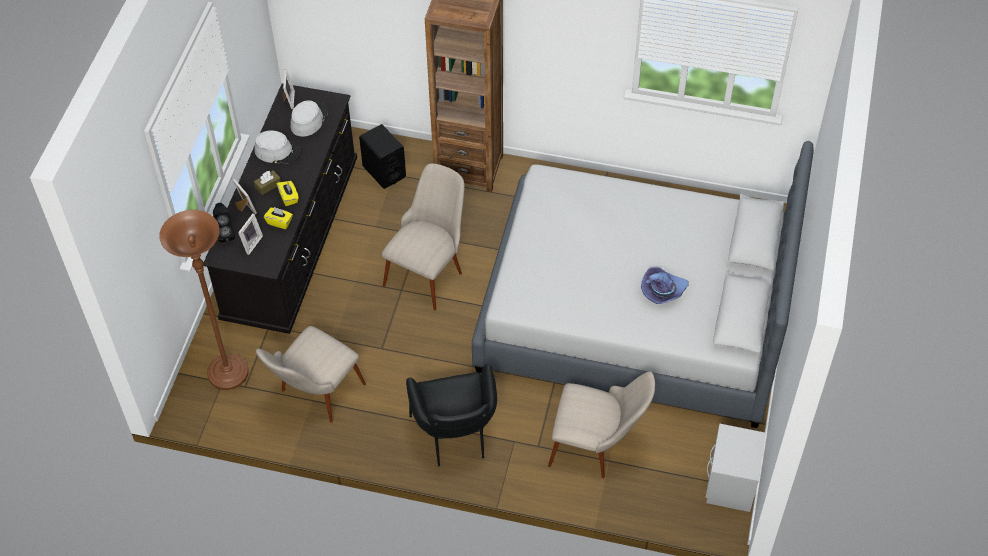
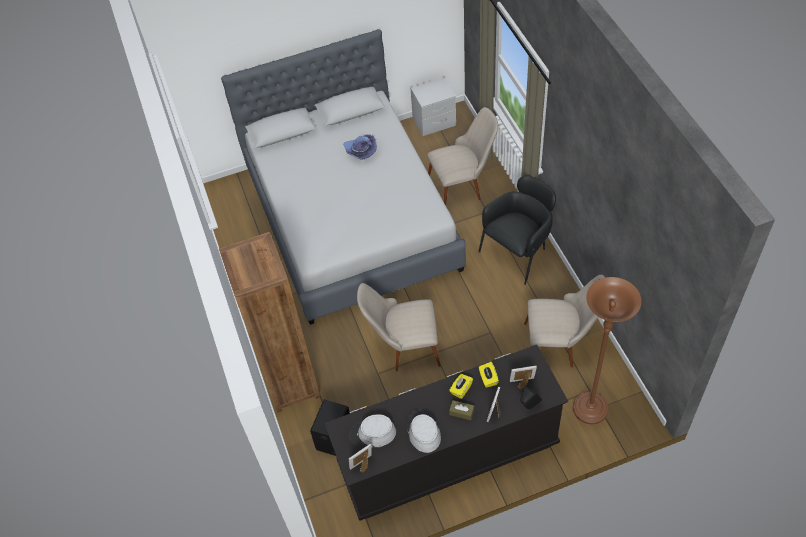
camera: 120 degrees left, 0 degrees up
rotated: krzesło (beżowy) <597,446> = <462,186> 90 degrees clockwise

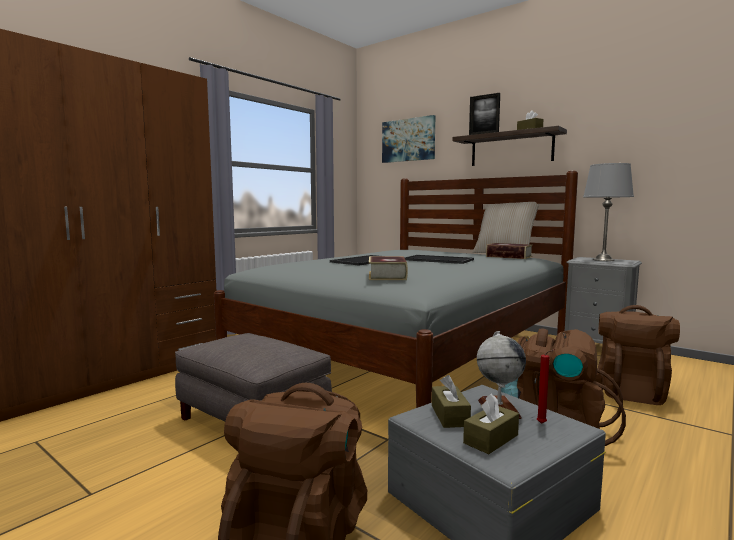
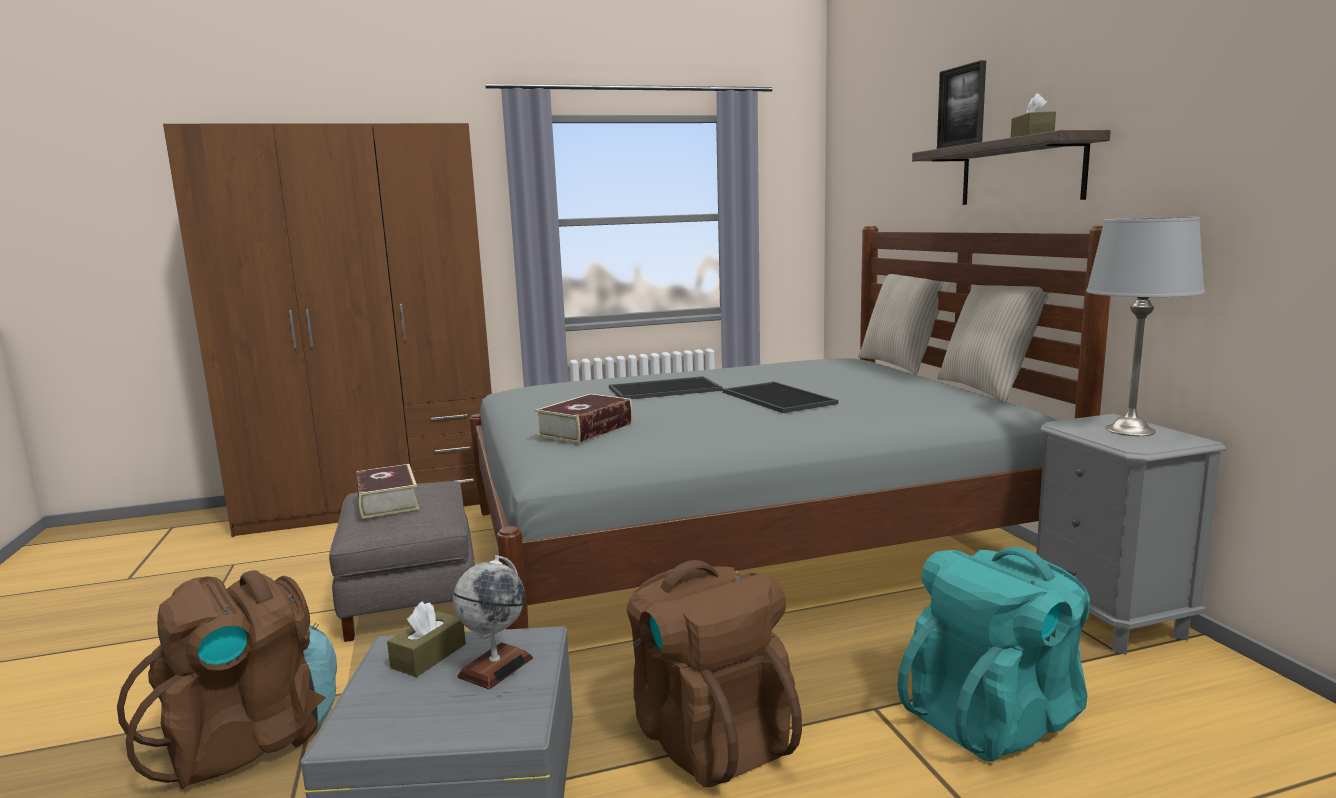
camera: 35 degrees right, 5 degrees up
gone: obraz <408,140>; świeca (czerwony) <543,424>; pudełko chusteczek (brązowy) <491,439>
new: poduszka (beżowy) <901,364>
shifted: książka <509,256> to <387,501>
repainted: plecak (brązowy) <631,390> to plecak (turkusowy) <994,717>

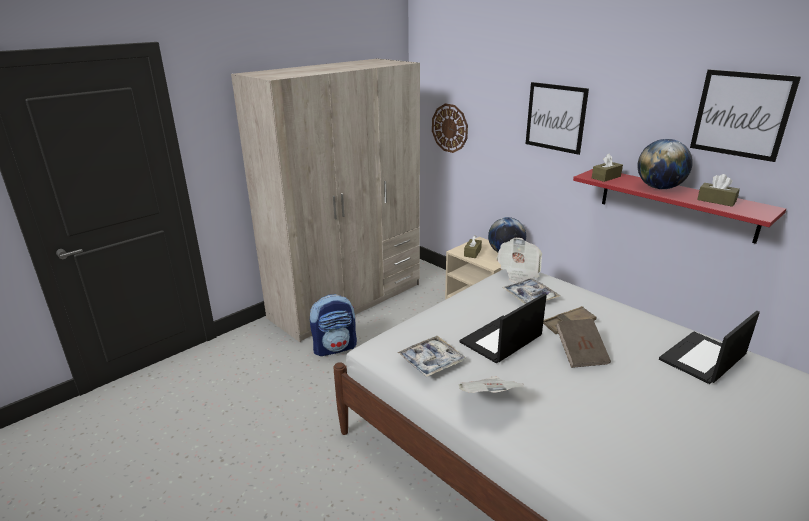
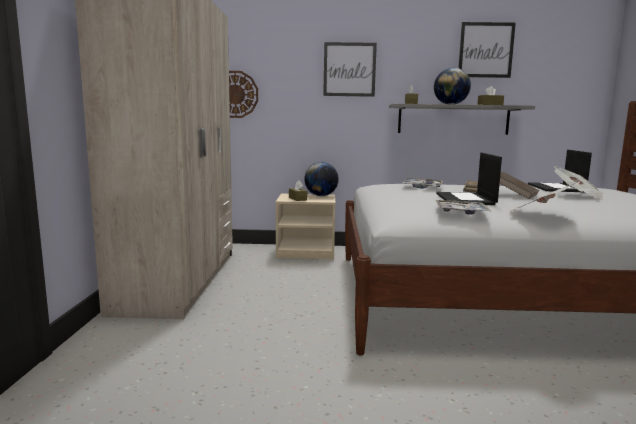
camera: 45 degrees left, 15 degrees down
gone: plecak <335,347>
shifted: gazeta <518,272> to <577,196>
repainted: półka (czerwony) <676,203> to półka (szary) <453,119>

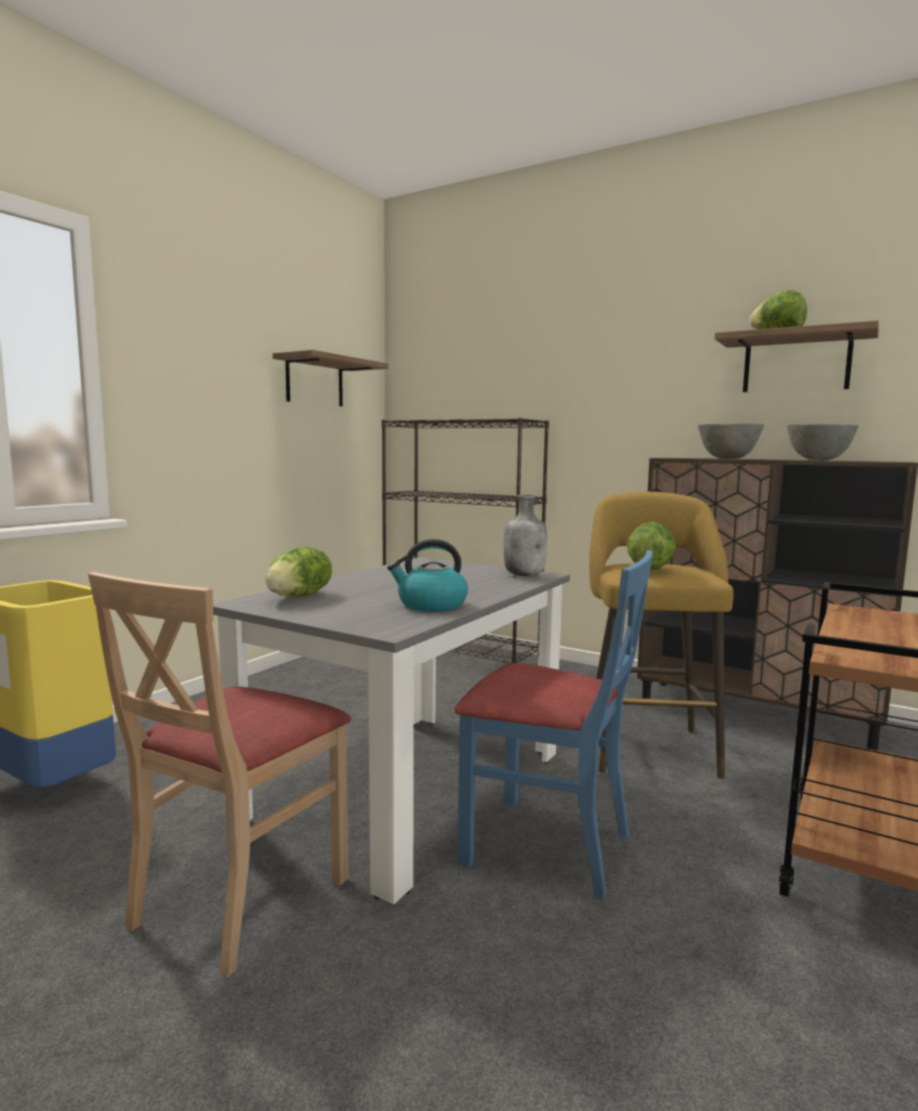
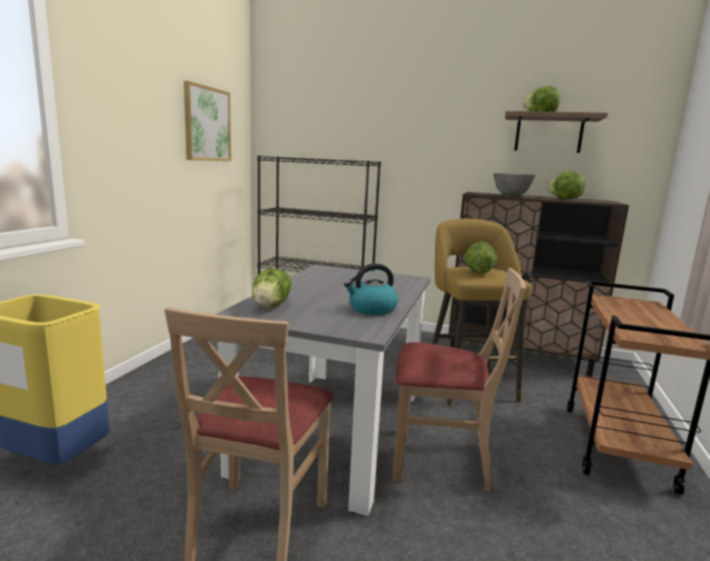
camera: 15 degrees left, 5 degrees up
gone: butelka (szary) <525,575>
swapped: półka <314,382> to obraz <207,124>; miska (szary) <819,460> to sałata <564,198>
repainted: krzesło (niebieski) <547,845> to krzesło (beżowy) <441,460>

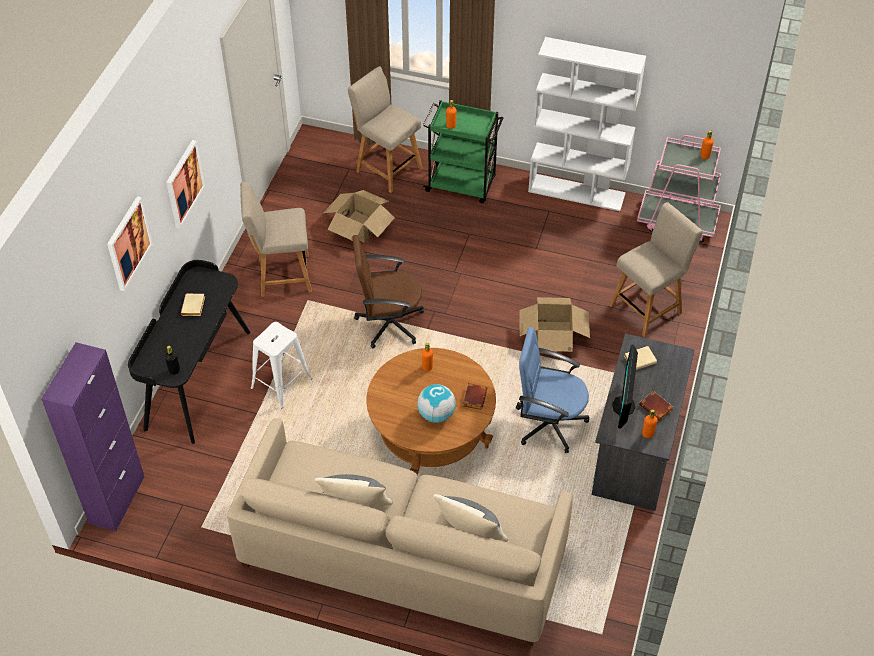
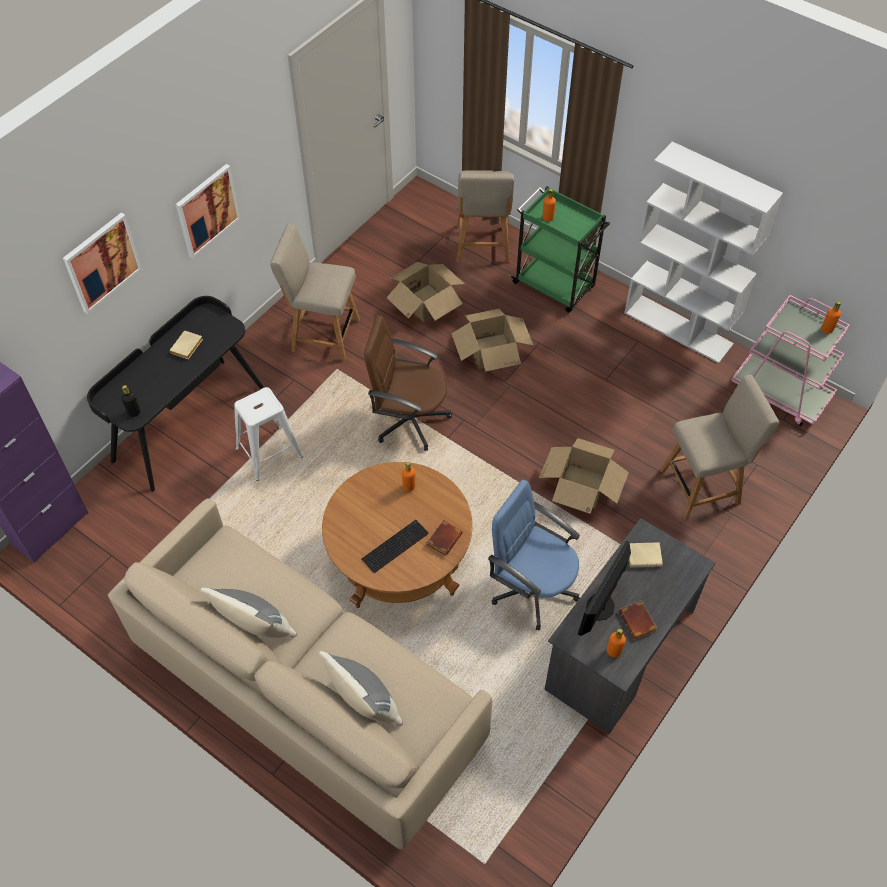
camera: 20 degrees right, 5 degrees up
new: karton <492,351>
swapped: globus <436,415> to klawiatura <393,546>
rotated: krzesło (beżowy) <386,168> = <483,246> 150 degrees counterclockwise

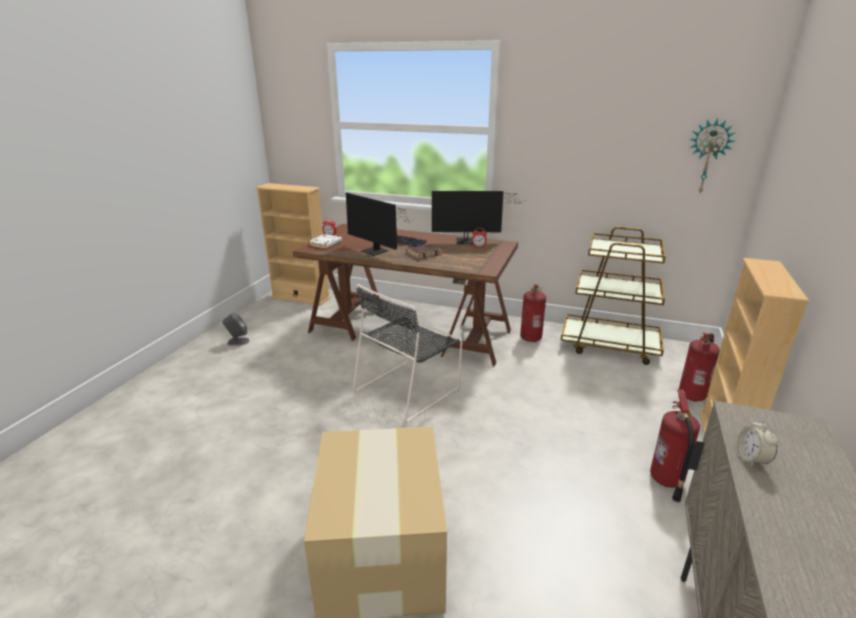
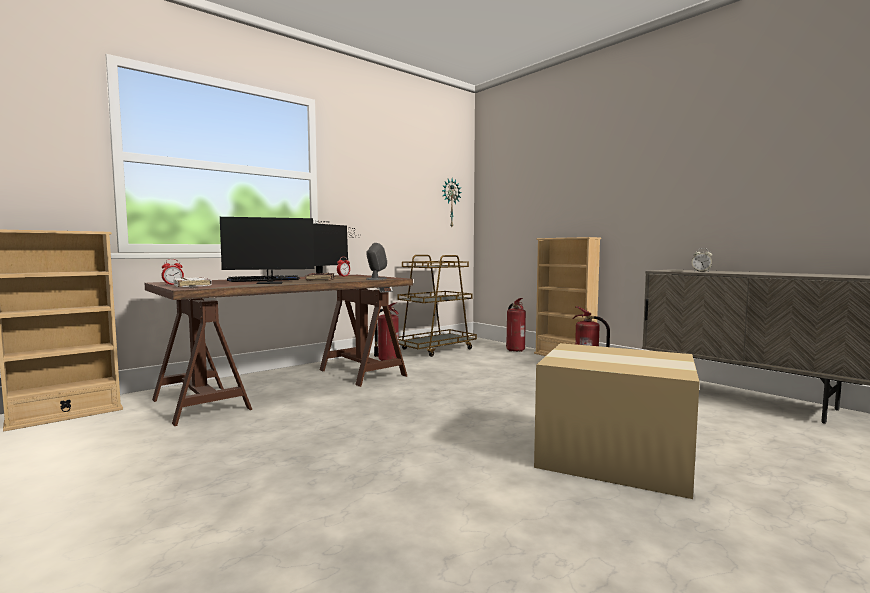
camera: 60 degrees left, 20 degrees down
gone: krzesło (czarny) <409,388>
shifted: głośnik (szary) <237,341> to <376,279>

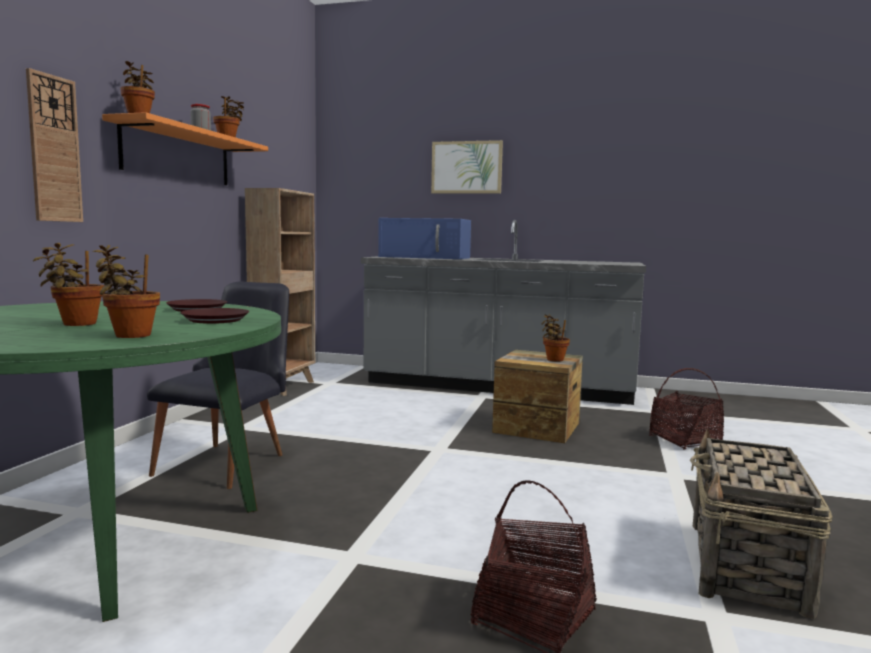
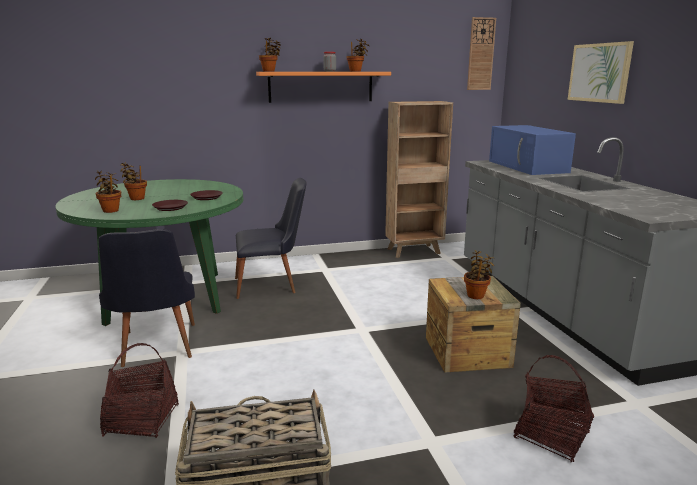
camera: 60 degrees right, 10 degrees up
new: krzesło (czarny) <156,349>
shifted: zegar ścienny <54,149> to <481,54>

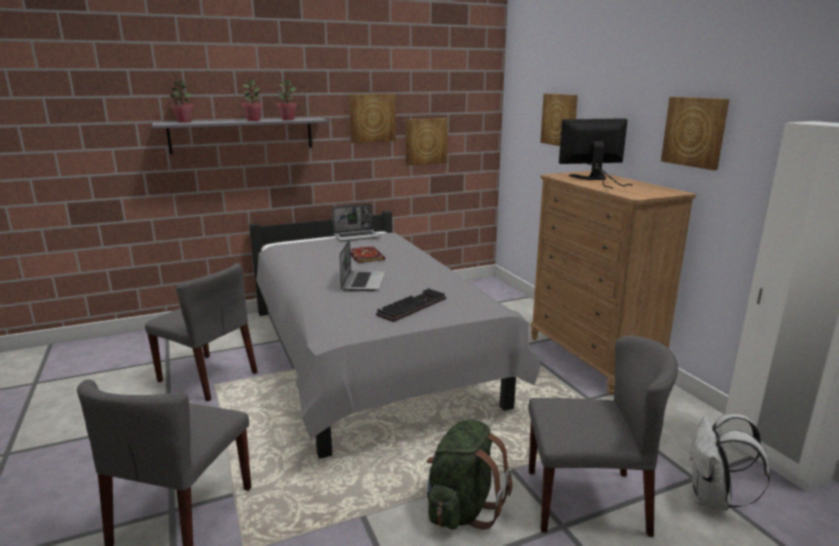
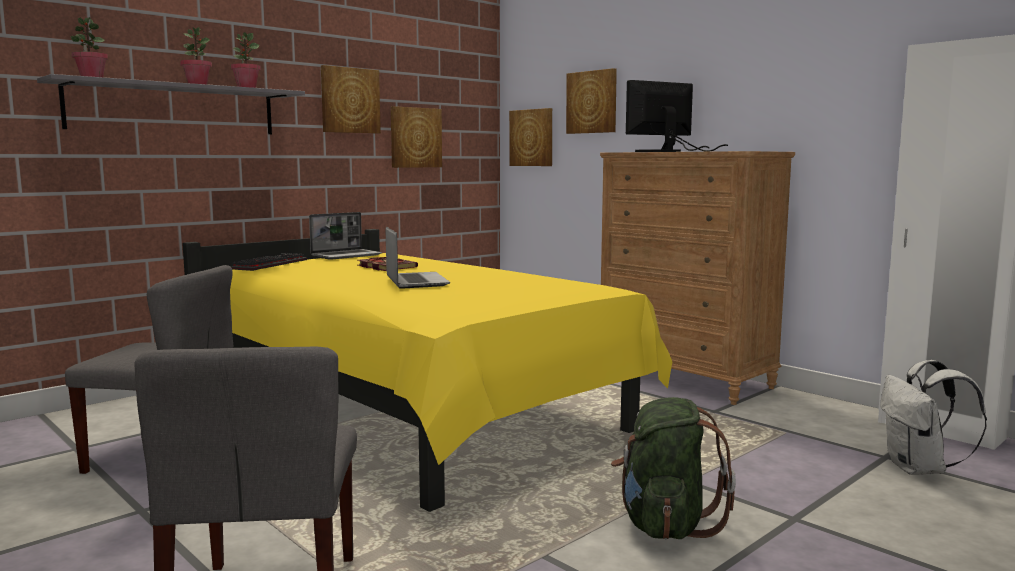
camera: 20 degrees left, 10 degrees down
gone: krzesło (szary) <587,500>
shifted: obraz <695,132> to <532,138>; klawiatura <412,306> to <270,264>
repainted: łóżko (szary) <369,359> to łóżko (żółty) <406,410>

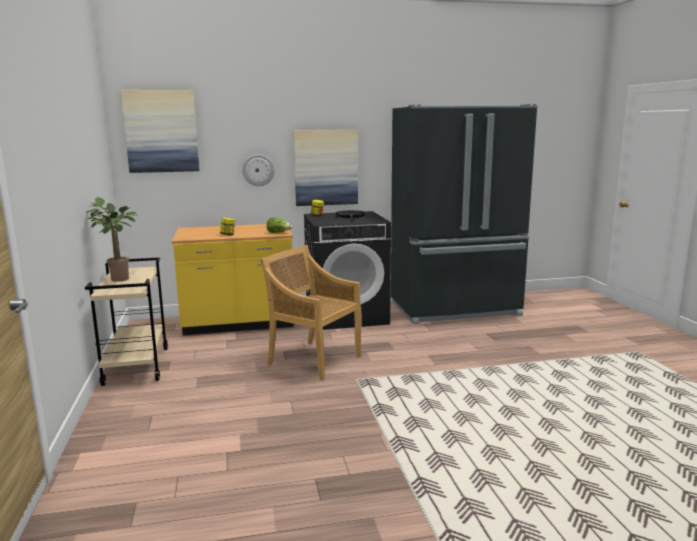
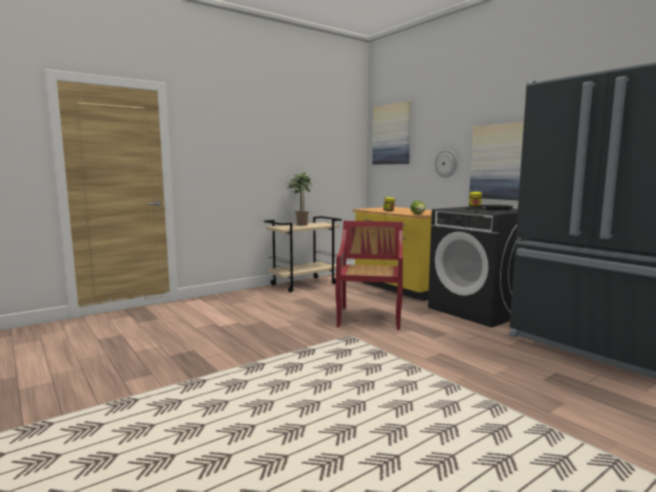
camera: 65 degrees right, 5 degrees down
repainted: krzesło (beżowy) <313,360> to krzesło (czerwony) <369,317>

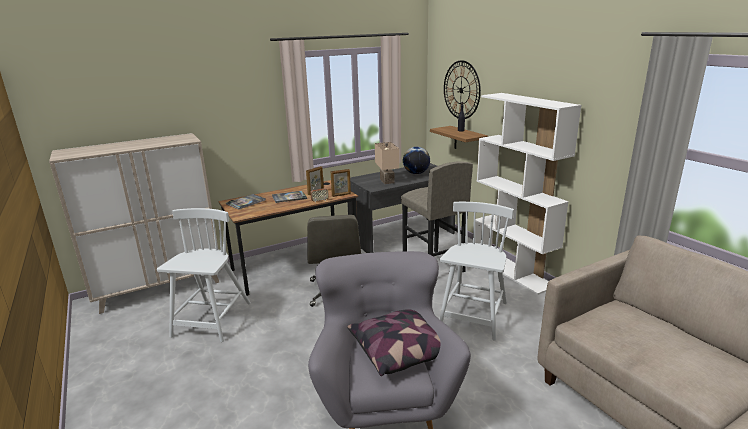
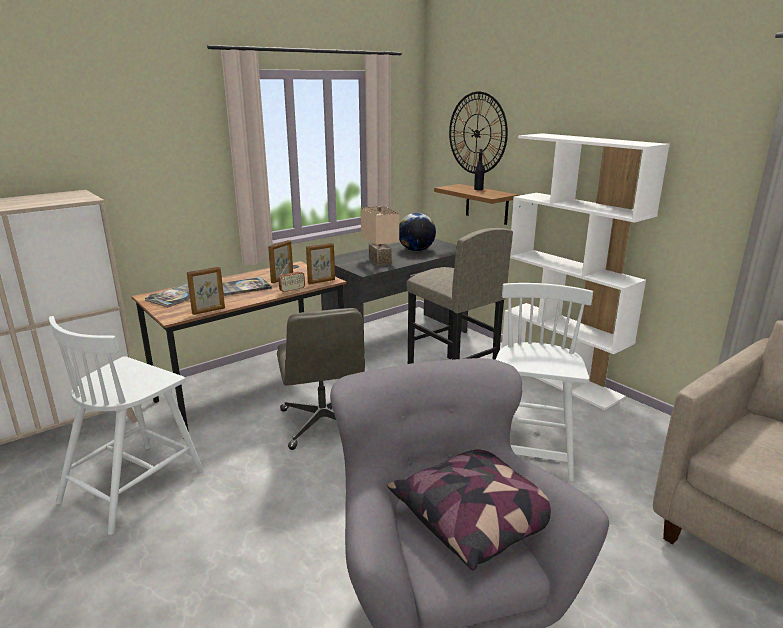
camera: 10 degrees left, 0 degrees up
new: ramka na zdjęcie <209,311>
rotated: krzesło (biały) <212,320> = <134,484> 150 degrees counterclockwise

